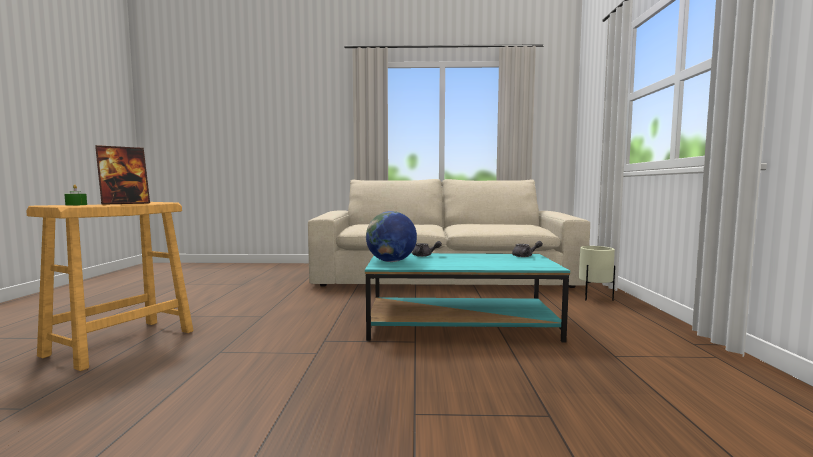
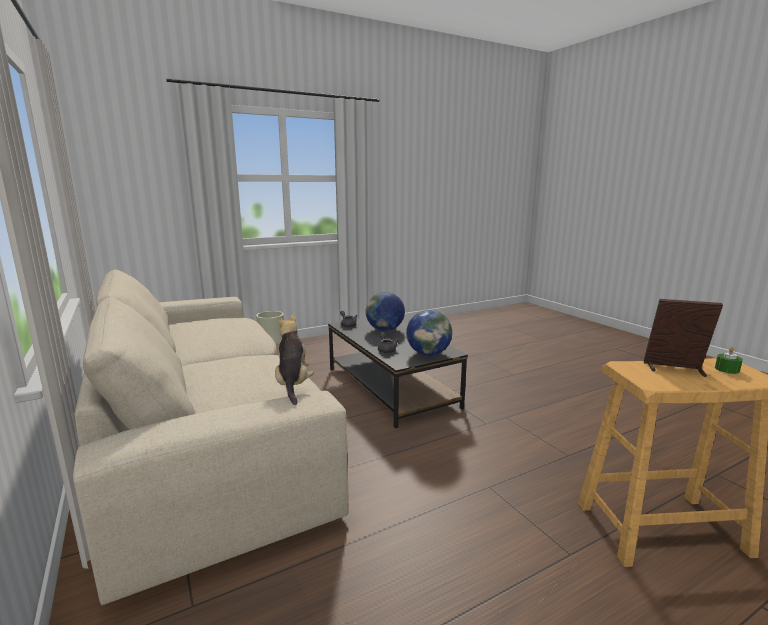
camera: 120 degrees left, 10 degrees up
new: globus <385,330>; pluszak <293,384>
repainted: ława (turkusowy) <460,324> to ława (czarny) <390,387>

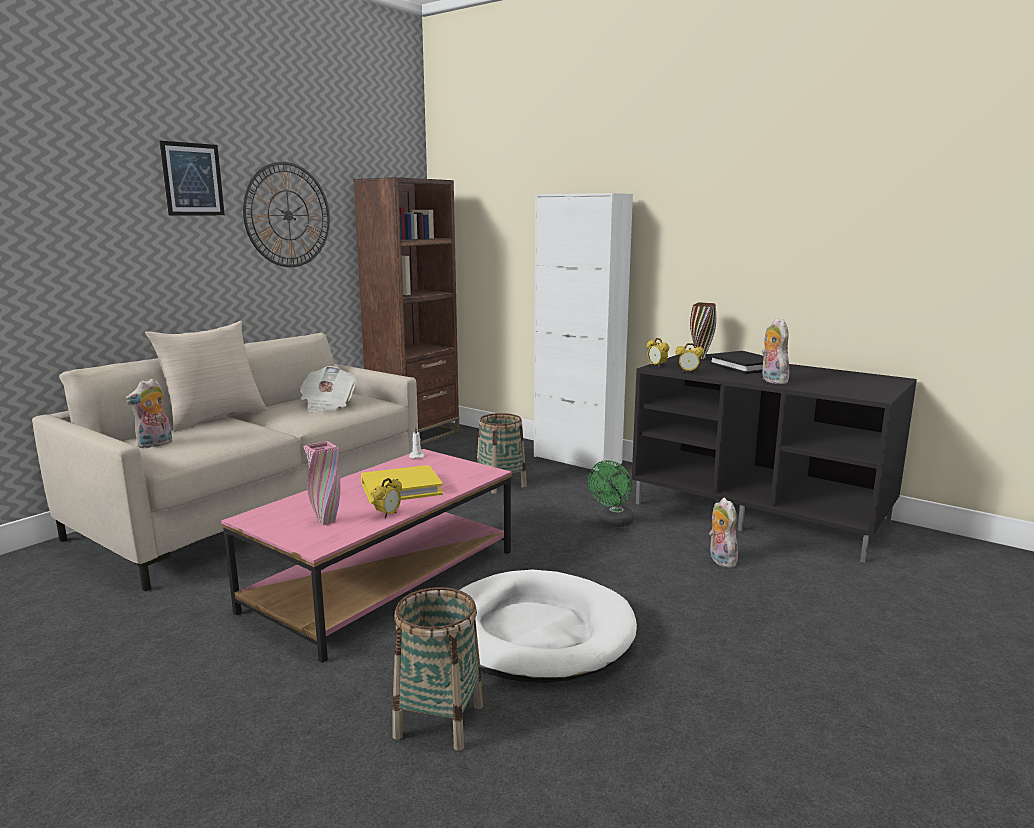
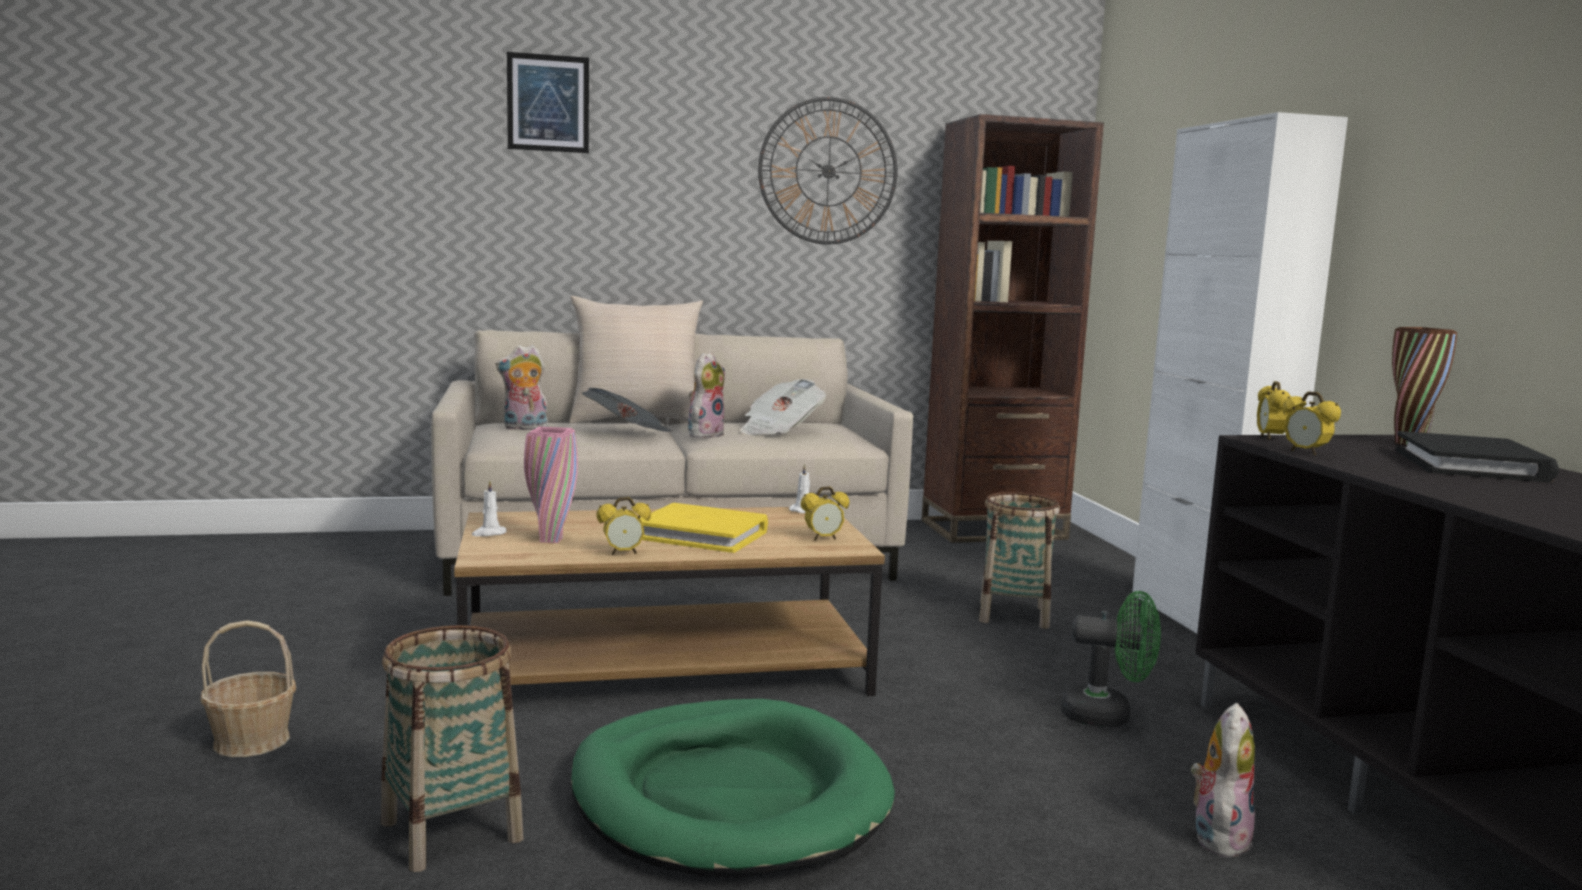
camera: 40 degrees right, 5 degrees down
new: gazeta <629,435>; świeca (biały) <488,533>; budzik <823,539>; koszyk <252,741>
shifted: obraz <192,179> to <548,103>; pluszak <771,380> to <705,434>
repainted: ława (różowy) <382,580> to ława (brązowy) <664,667>; legowisko (biały) <534,633> to legowisko (zielony) <728,797>
rotated: wentylator (zielony) <613,523> = <1108,716> 150 degrees counterclockwise

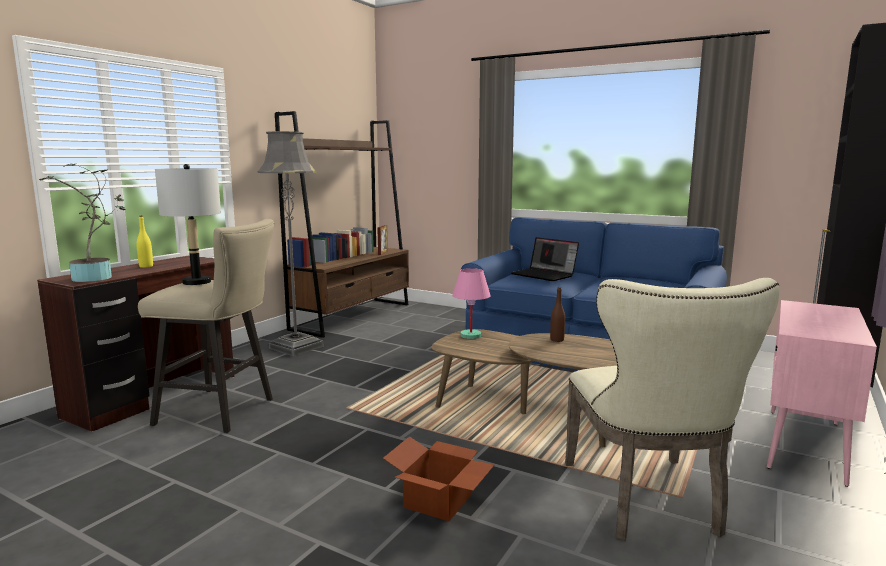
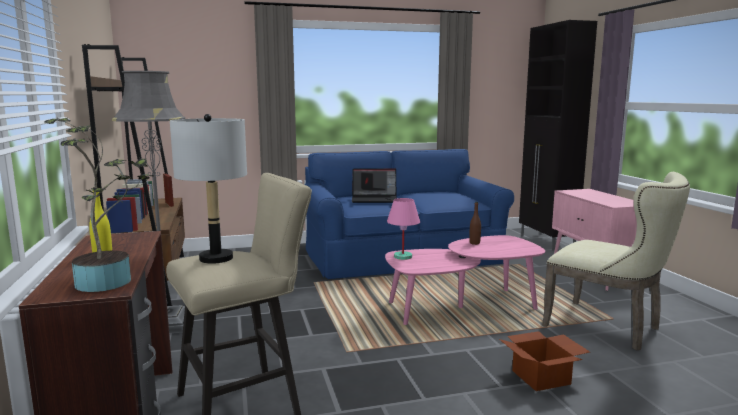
camera: 45 degrees left, 0 degrees up
repainted: ława (brązowy) <527,414> to ława (różowy) <461,307>

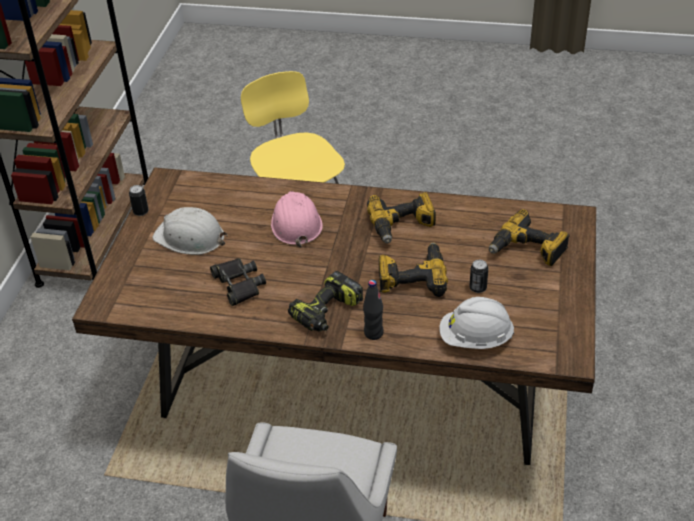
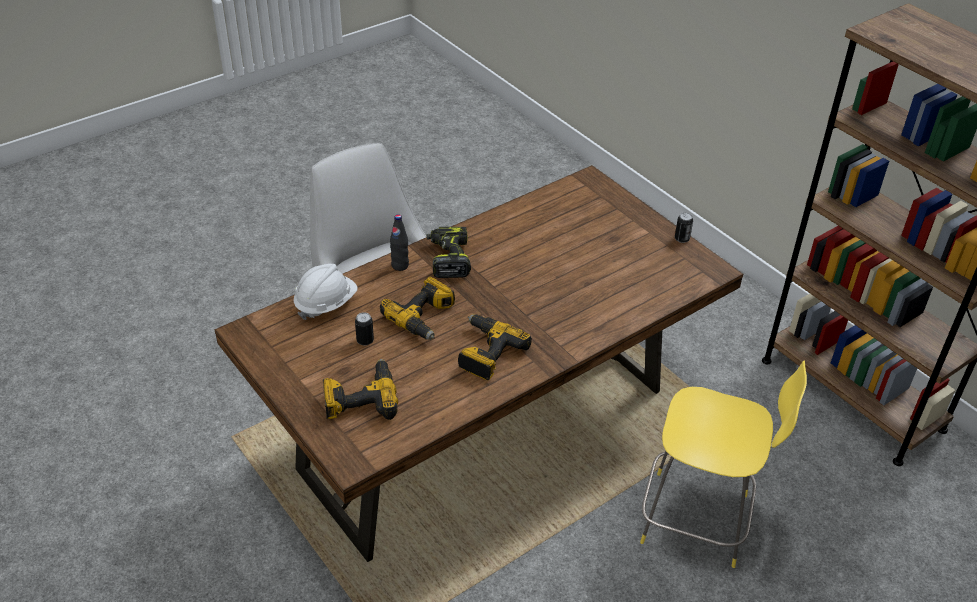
camera: 130 degrees right, 0 degrees up
gone: kask (różowy) <295,224>; kask (biały) <190,238>; lornetka (czarny) <238,284>

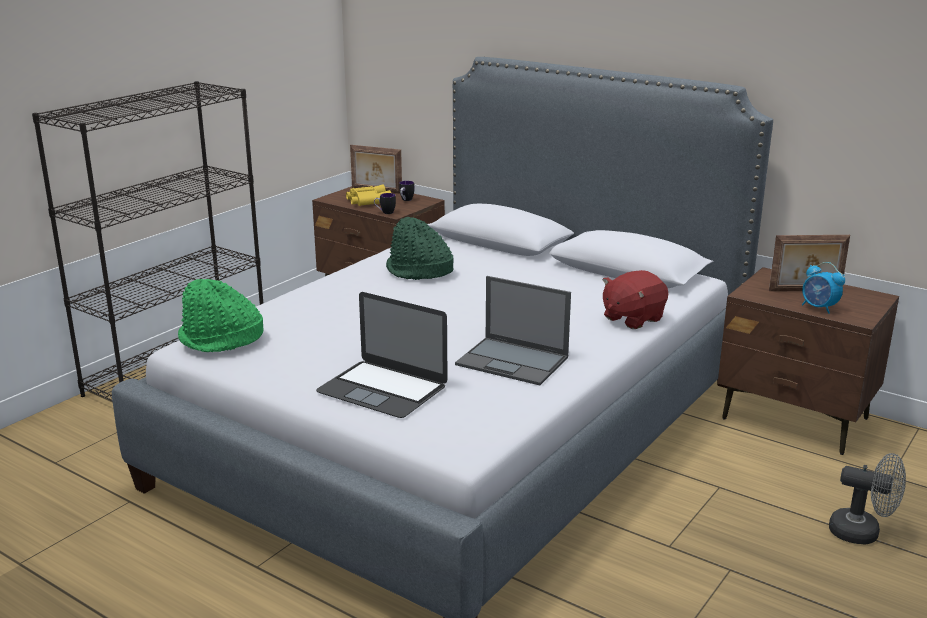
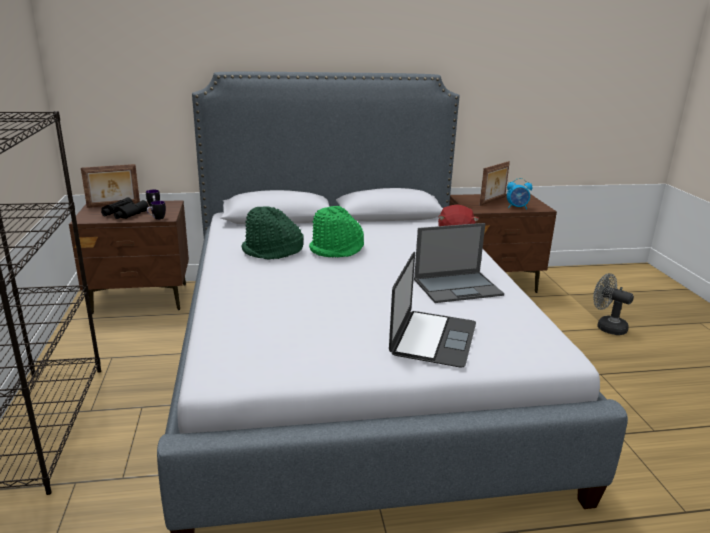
camera: 45 degrees left, 0 degrees up
shifted: kapelusz (zielony) <221,340> to <337,249>
repainted: lornetka (żółty) <367,201> to lornetka (czarny) <123,214>
rotated: laptop <382,389> = <433,338> 60 degrees counterclockwise; wentylator (szary) <862,533> = <606,327> 120 degrees counterclockwise

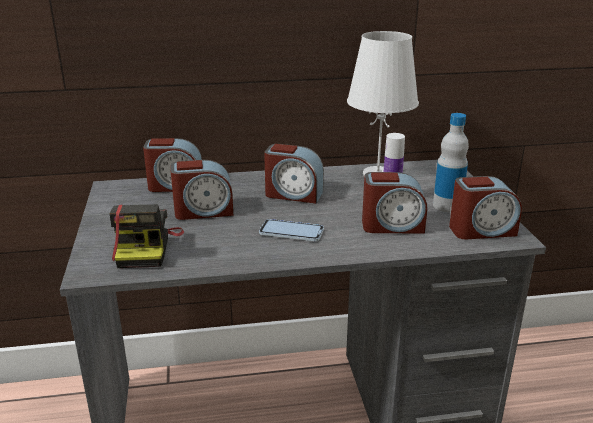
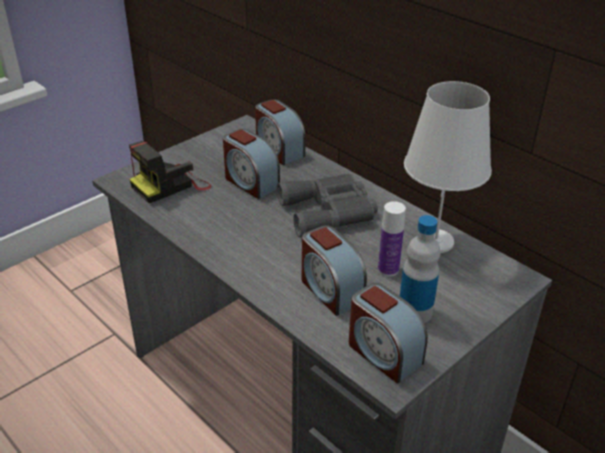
camera: 55 degrees right, 10 degrees up
gone: telefon <291,232>
swapped: budzik <293,194> to lornetka (szary) <330,211>

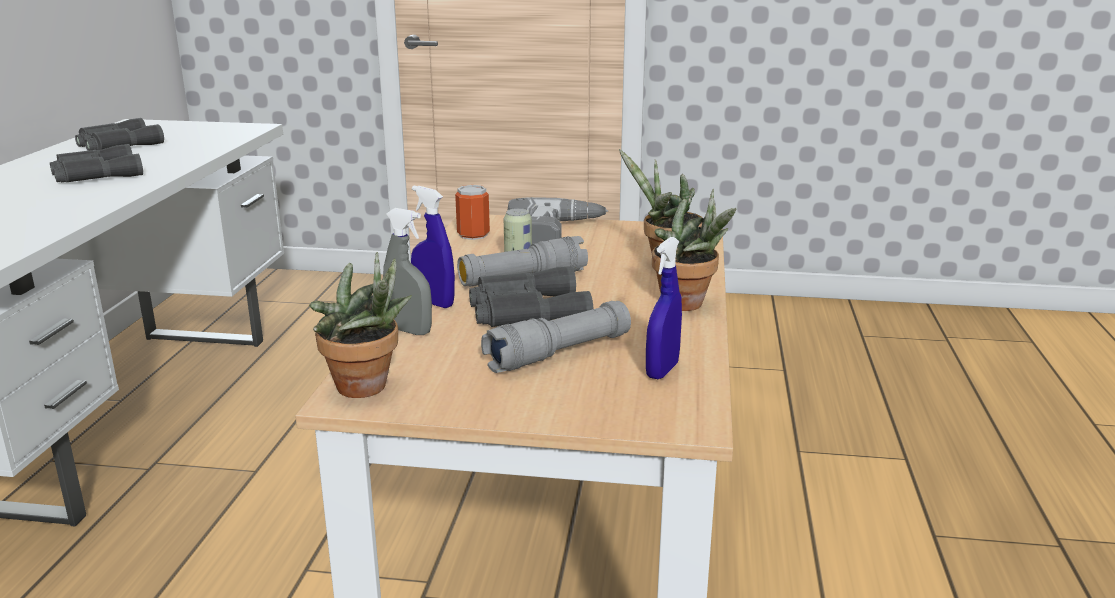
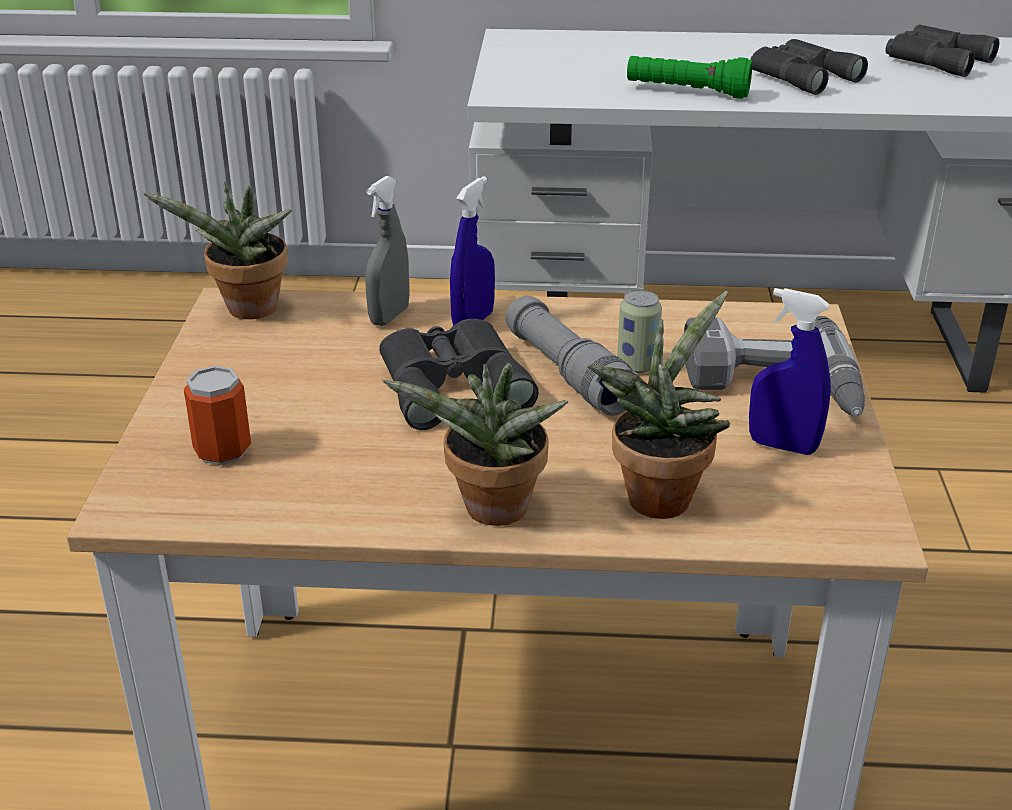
camera: 85 degrees right, 10 degrees up
gone: latarka (szary) <559,353>
new: latarka (zielony) <687,92>
shifted: puszka <473,235> to <222,450>; spryskiwacz (niebieski) <662,371> to <782,446>

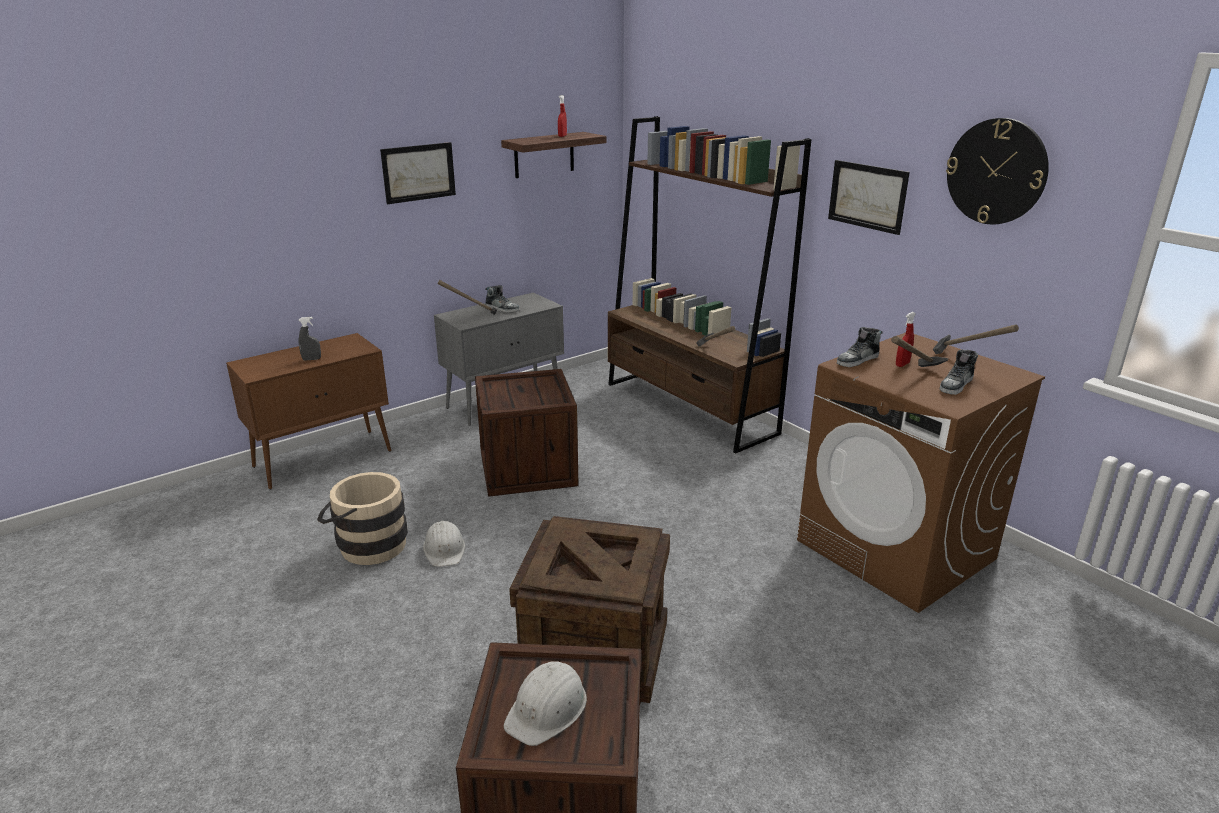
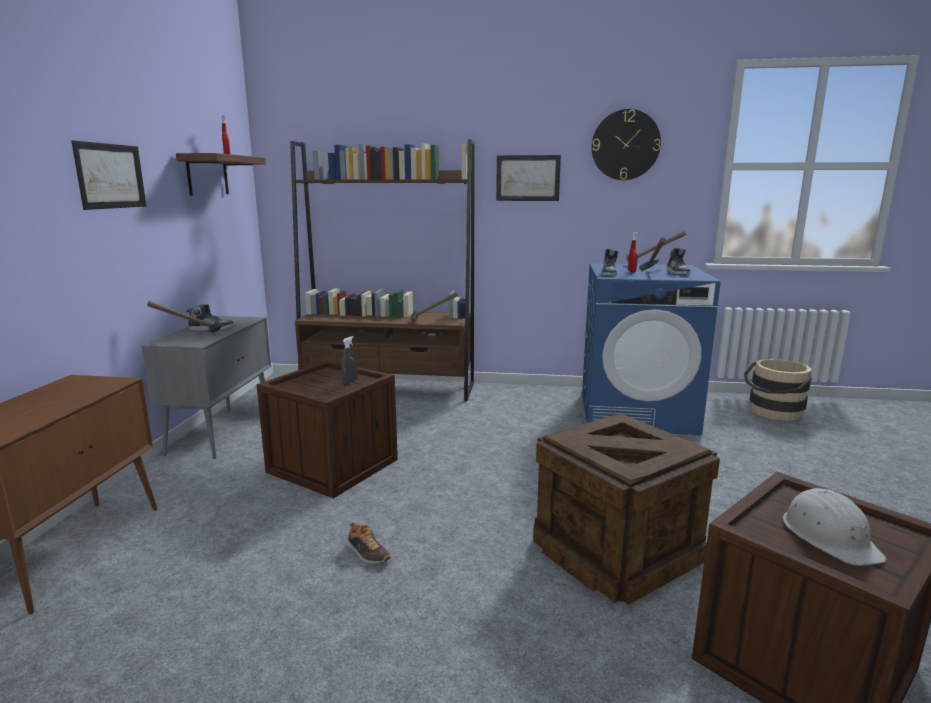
camera: 45 degrees left, 10 degrees down
shifted: spryskiwacz (szary) <311,359> to <350,382>; wiadro (beżowy) <367,545> to <773,413>
swapped: kask (biały) <444,549> to but <367,553>
repainted: pralka (brązowy) <896,550> to pralka (niebieski) <637,413>

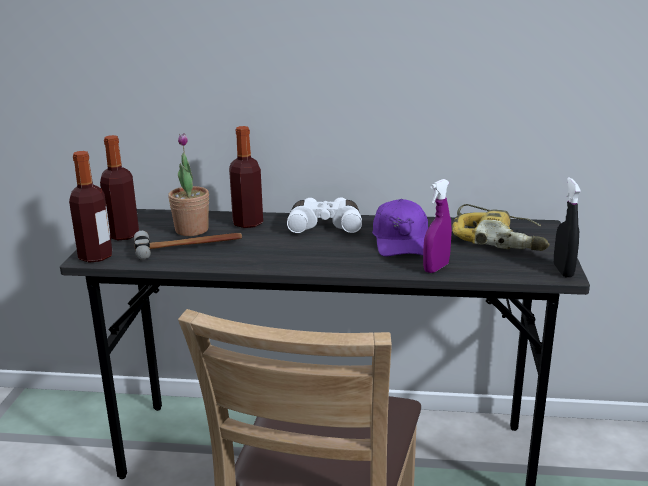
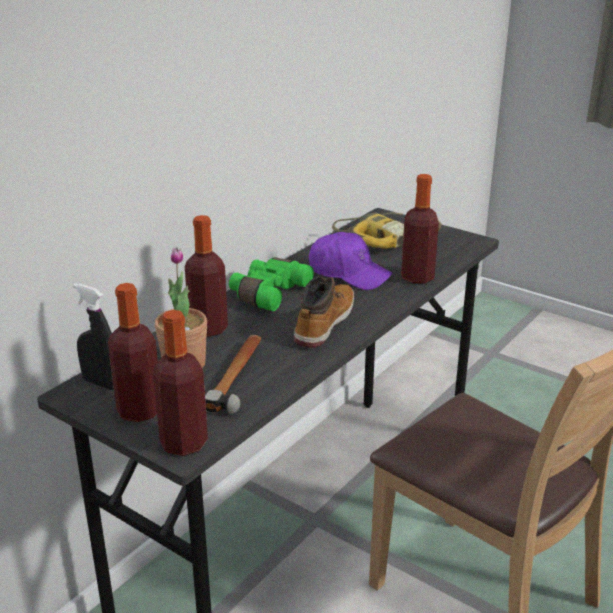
camera: 60 degrees left, 5 degrees up
new: but z cholewką <323,323>
shifted: spryskiwacz (czarny) <563,270> to <101,383>
swapped: spryskiwacz (fioletowy) <436,268> to butelka <417,277>
repainted: lornetka (biały) <325,225> to lornetka (zielony) <267,293>

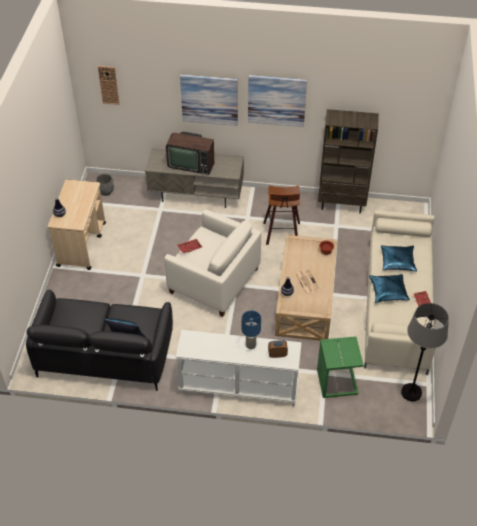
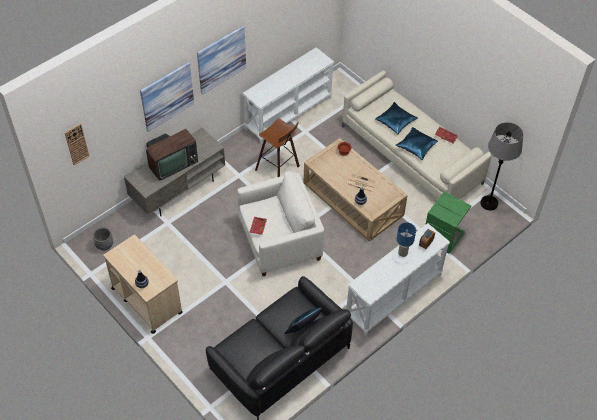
camera: 50 degrees left, 5 degrees up
swapped: regał (brązowy) <341,204> to stolik konsolowy (biały) <288,113>

